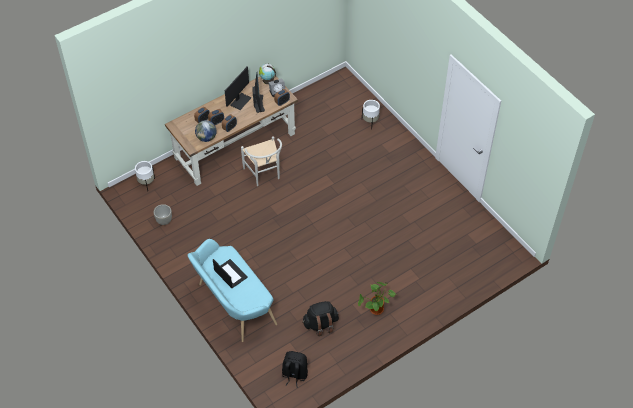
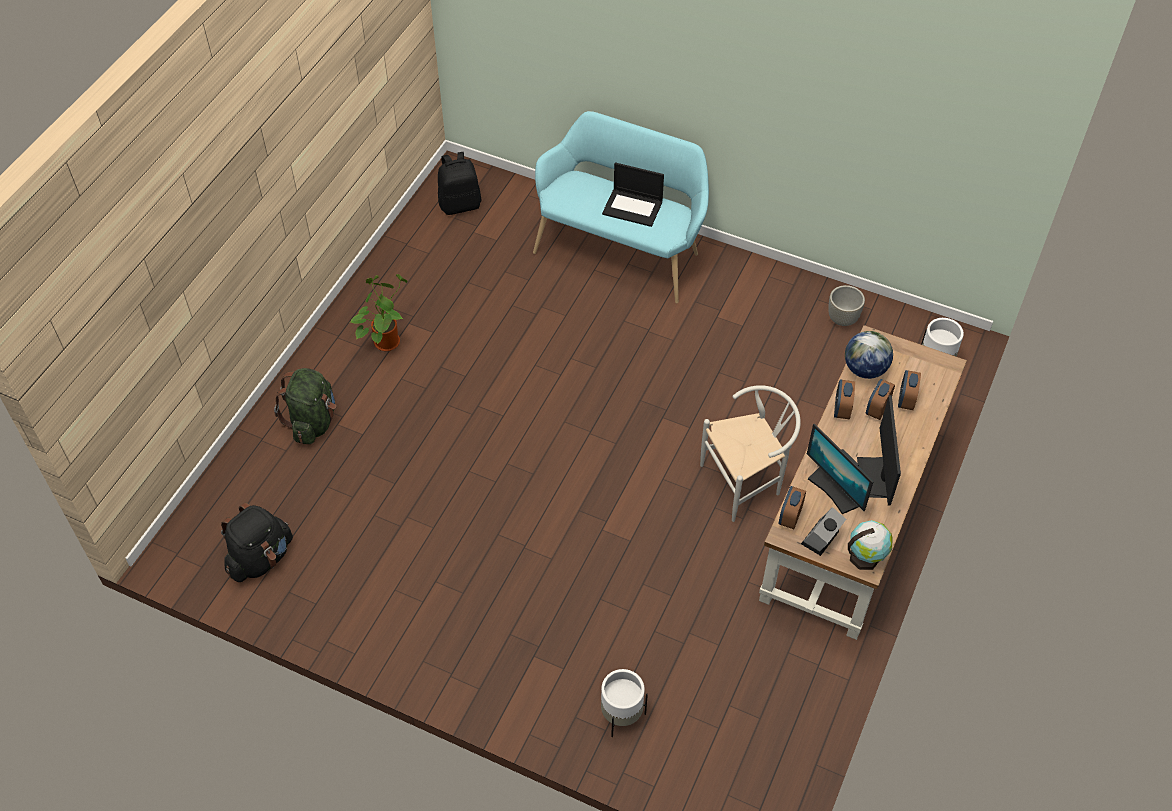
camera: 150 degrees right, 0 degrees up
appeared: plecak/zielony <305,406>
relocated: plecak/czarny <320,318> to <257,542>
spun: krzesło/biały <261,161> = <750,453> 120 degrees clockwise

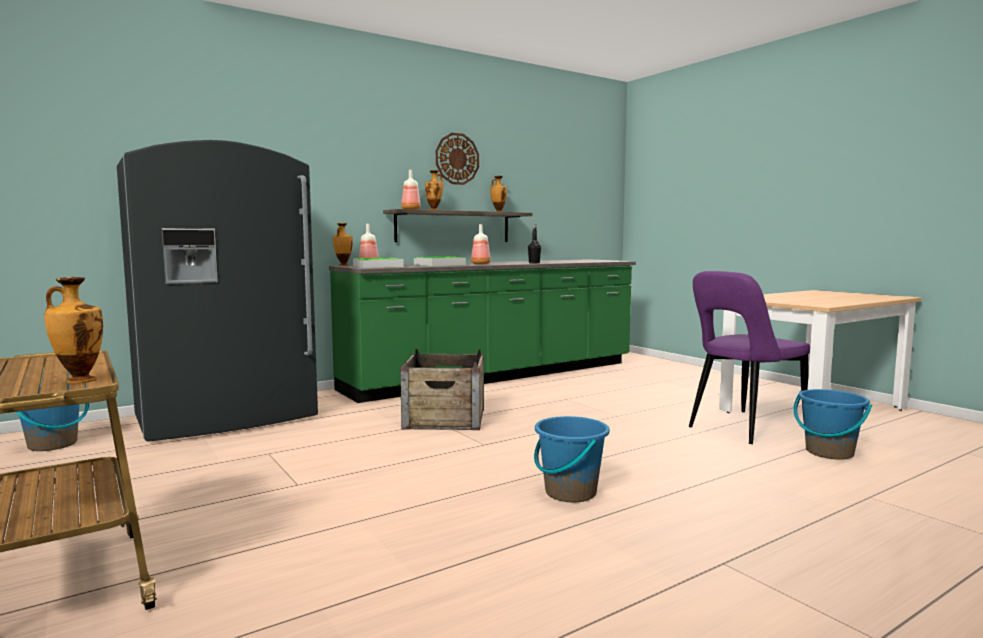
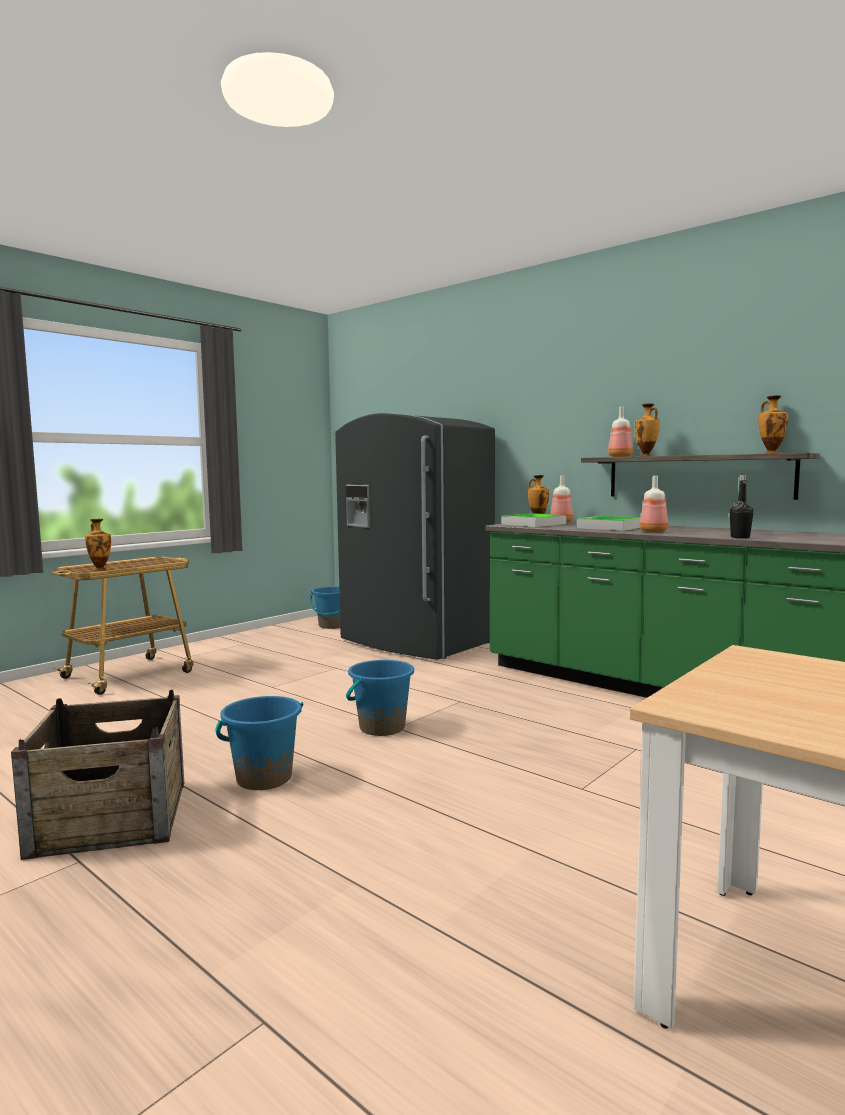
camera: 75 degrees right, 0 degrees up
missing: zegar ścienny <457,159>; krzesło/fioletowy <749,357>
relocated: skrzynka <442,389> to <97,775>; wiadro/niebieski <832,424> to <380,698>

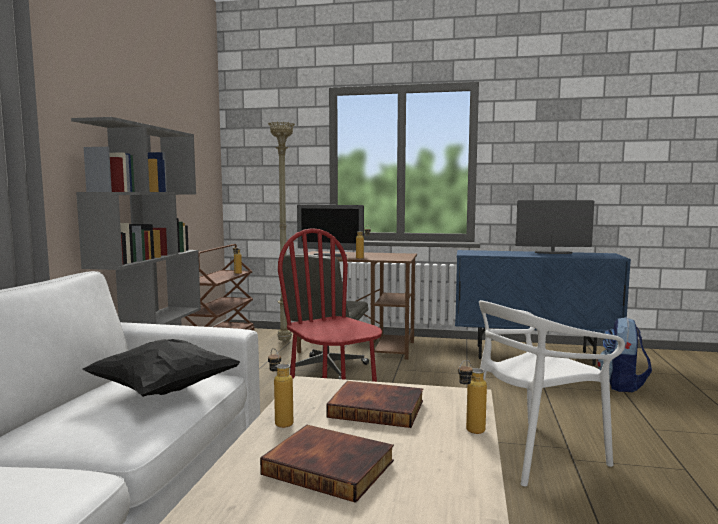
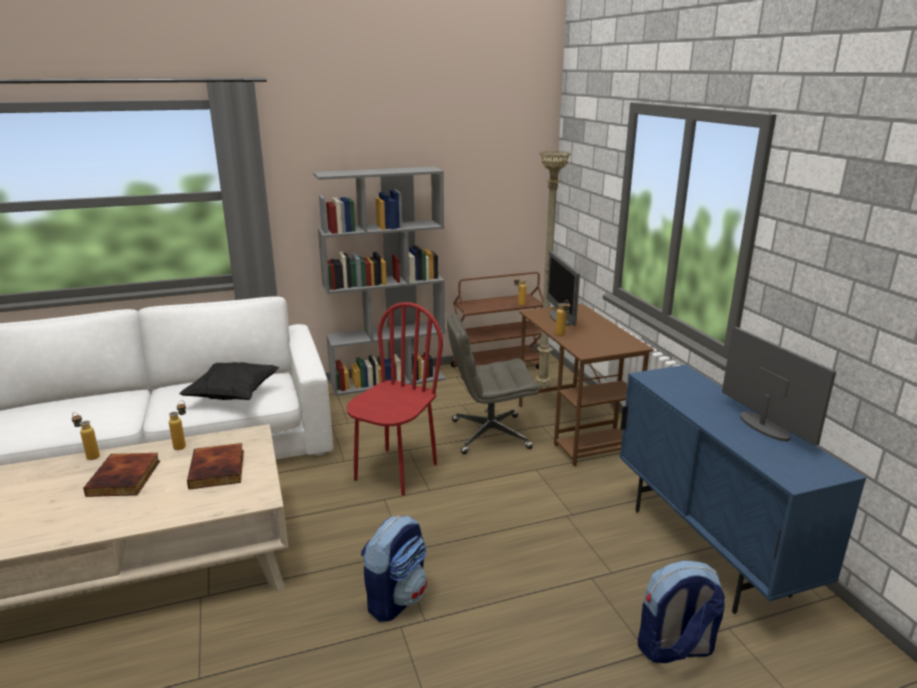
camera: 60 degrees right, 15 degrees up
relocated: butelka <472,397> to <85,436>
exchanged: krzesło/biały <552,393> to plecak <394,568>

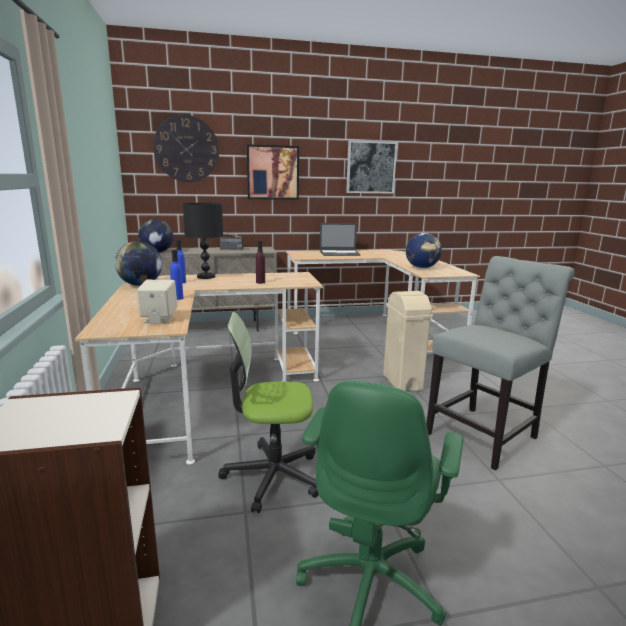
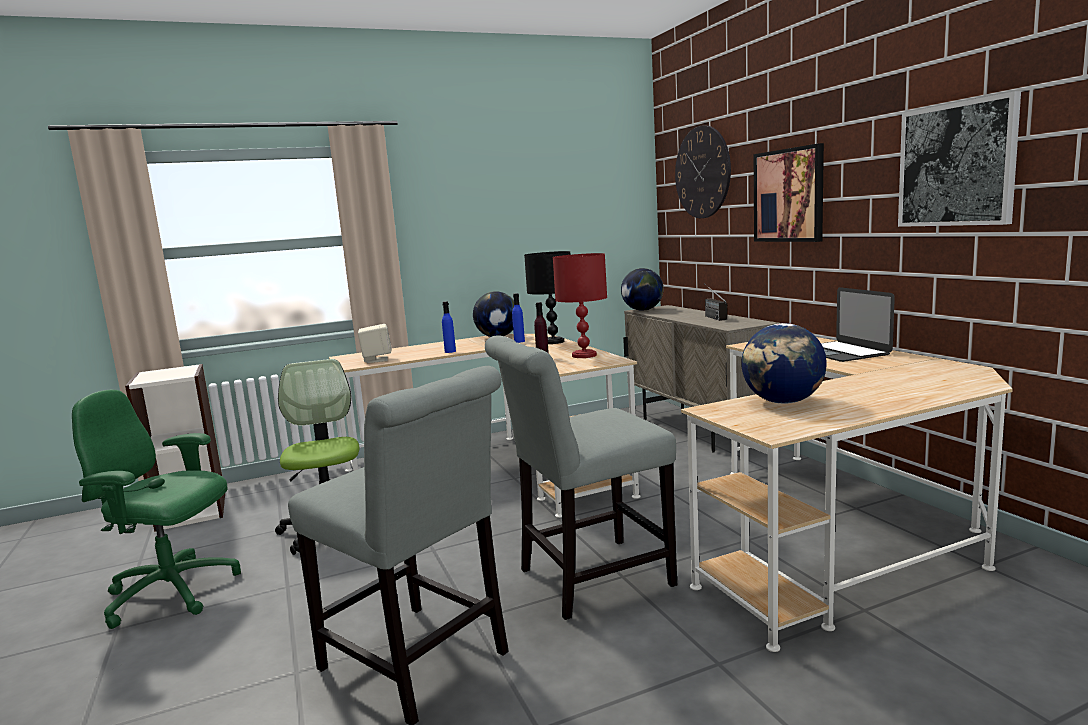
camera: 80 degrees right, 5 degrees down
appeared: lampa stołowa/czerwony <580,305>
exchanged: kosz na śmieci/beżowy <408,341> to krzesło/szary <581,477>

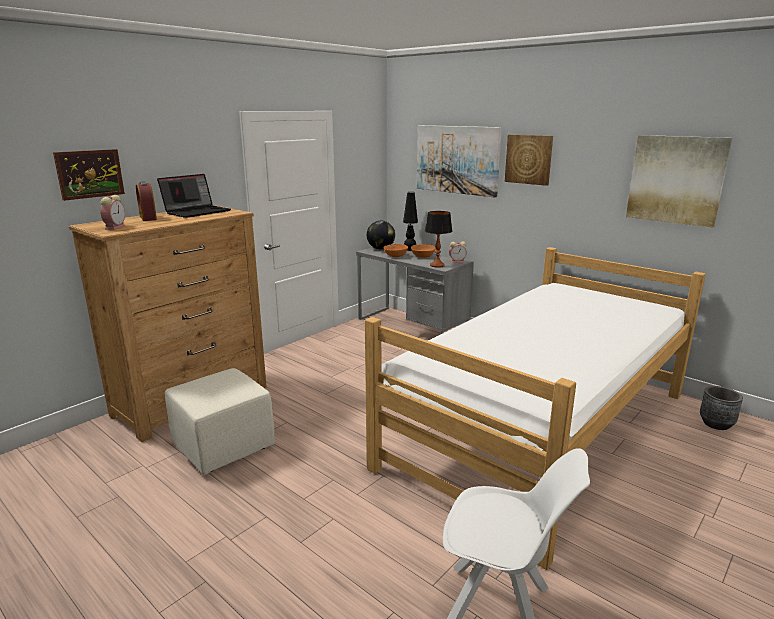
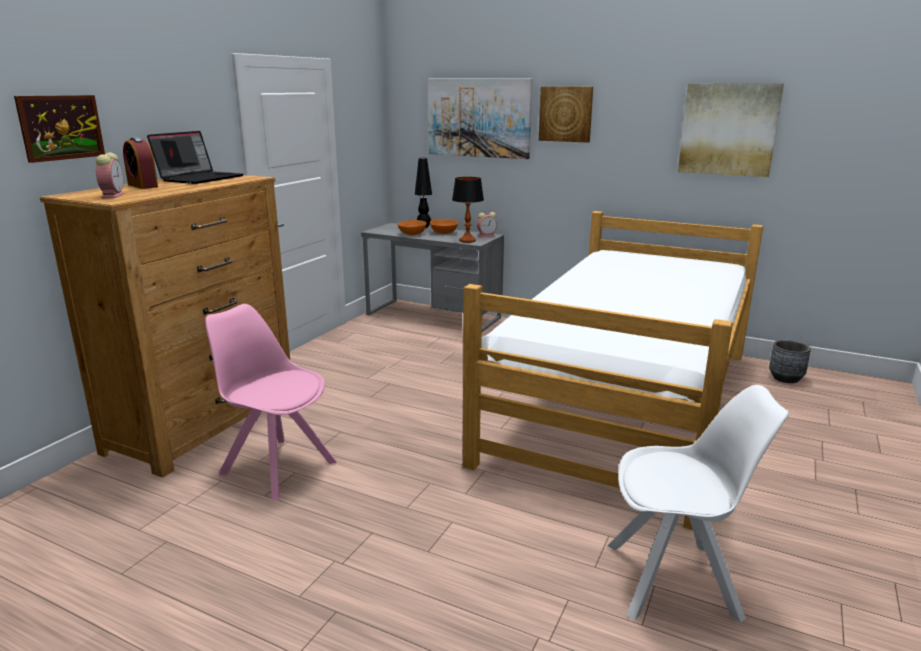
camera: 15 degrees left, 0 degrees up
missing: globus <381,235>
exchanged: pufa/beżowy <220,421> to krzesło/różowy <271,402>

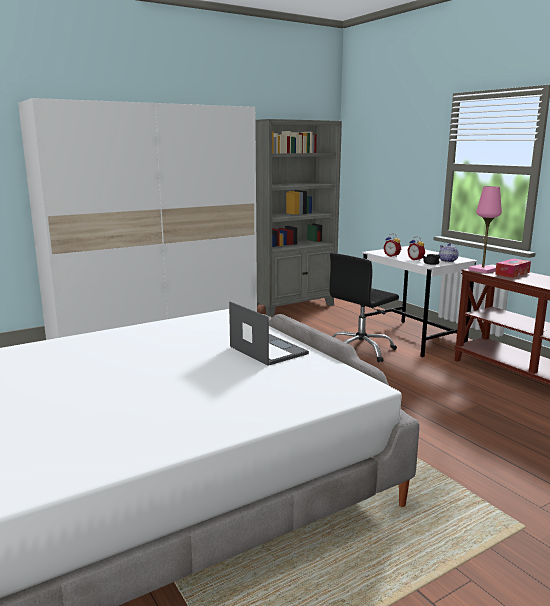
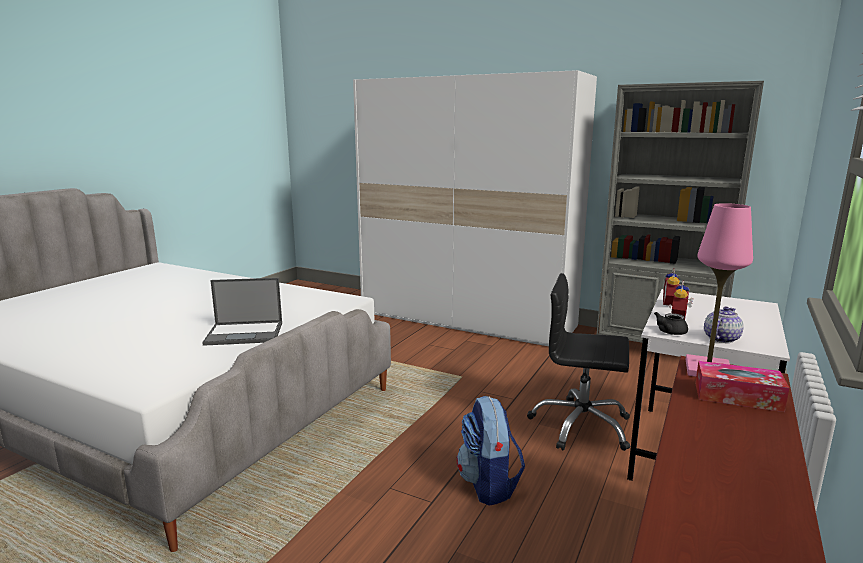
camera: 60 degrees right, 0 degrees up
appeared: plecak <490,451>
spun: laptop <269,333> = <242,312> 60 degrees clockwise

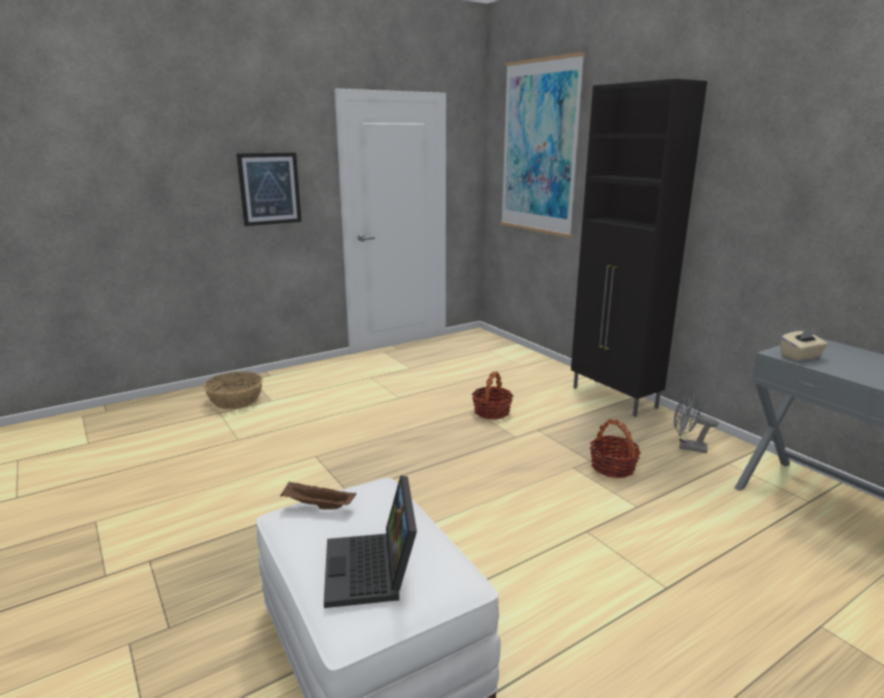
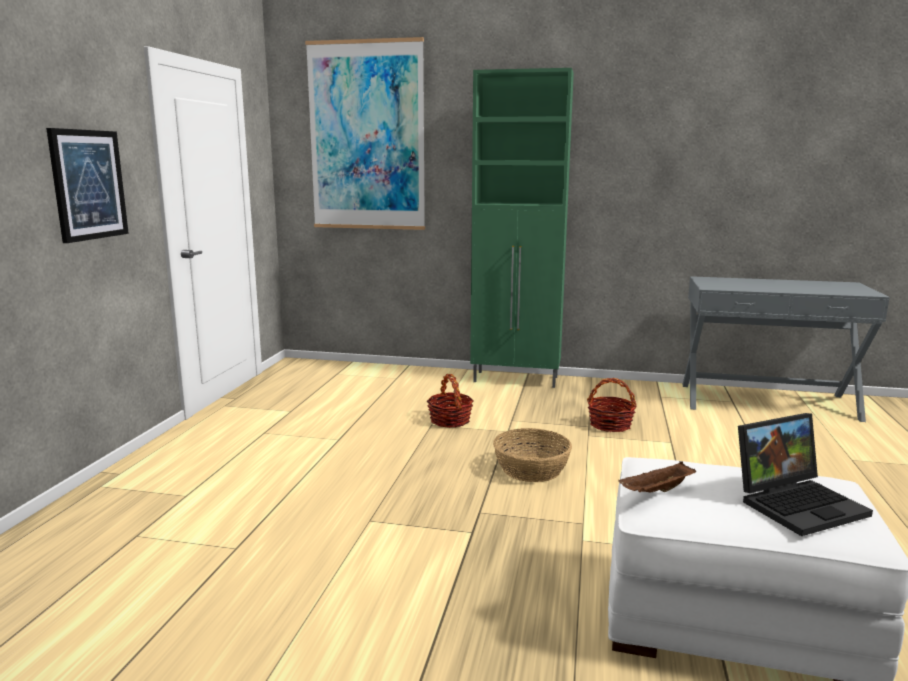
camera: 45 degrees left, 5 degrees down
missing: wentylator/szary <696,423>; pudełko chusteczek/beżowy <804,345>
relocated: koszyk <233,390> to <532,455>
colour: szafka/czarny <639,248> to szafka/zielony <522,228>
spun: laptop <370,541> = <805,474> 60 degrees counterclockwise

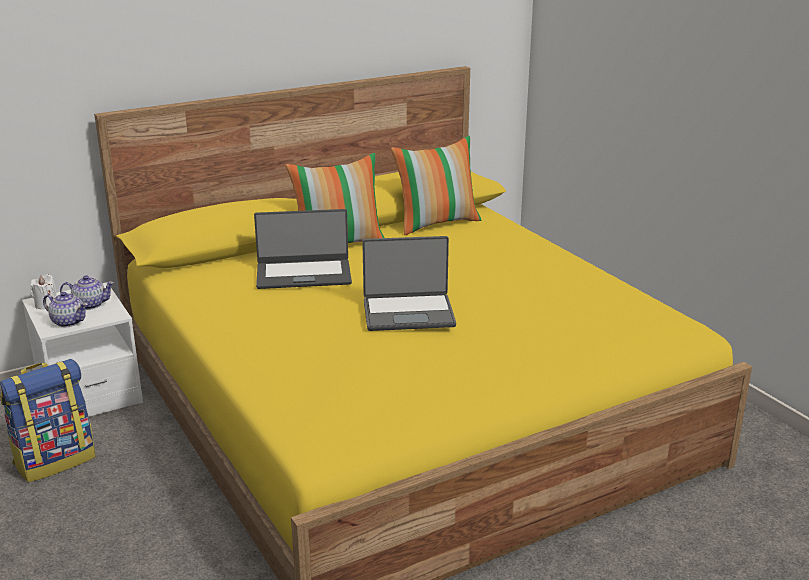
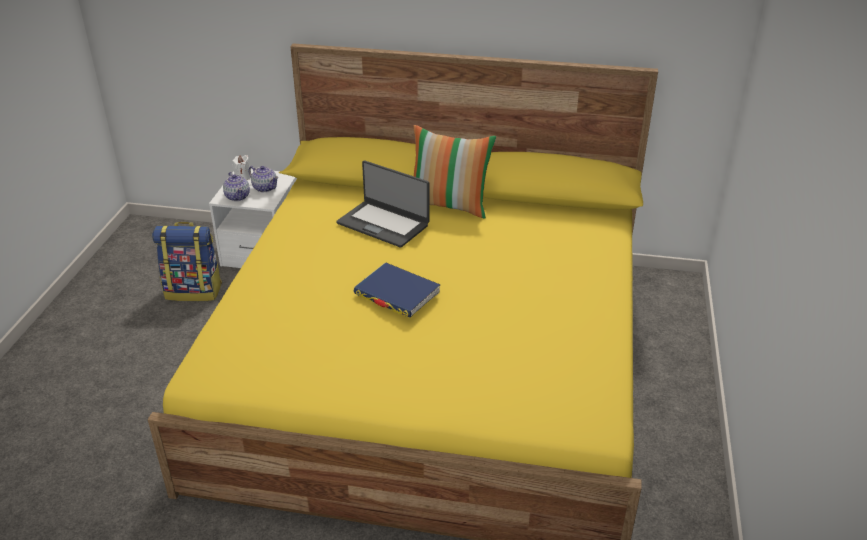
camera: 40 degrees right, 10 degrees up
missing: poduszka <436,185>
exchanged: laptop <409,283> to książka/niebieski <397,290>

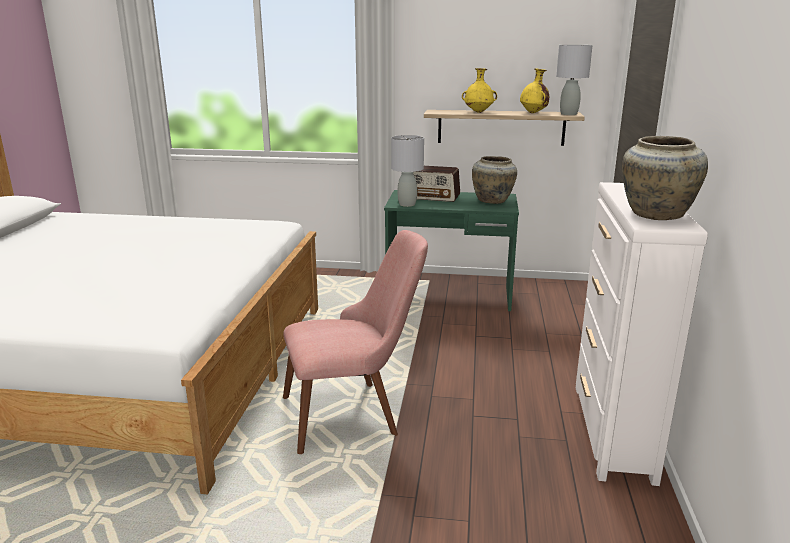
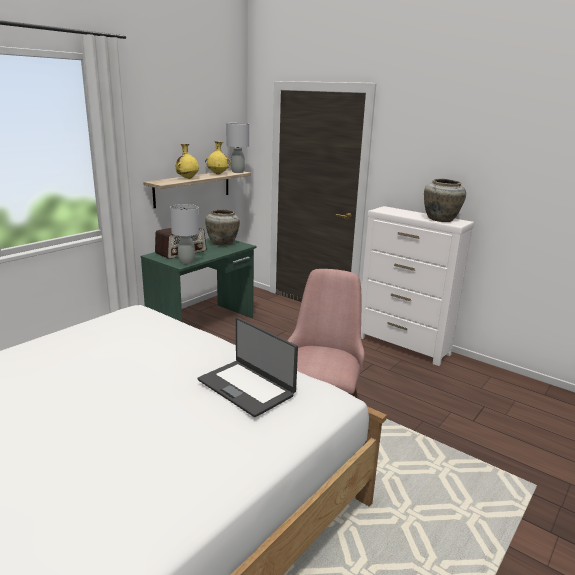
camera: 60 degrees left, 0 degrees up
appeared: laptop <248,367>

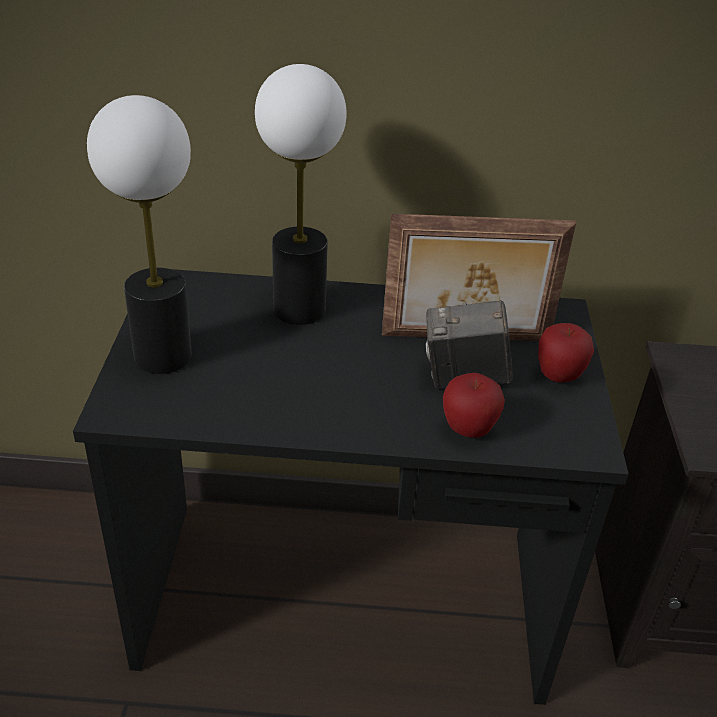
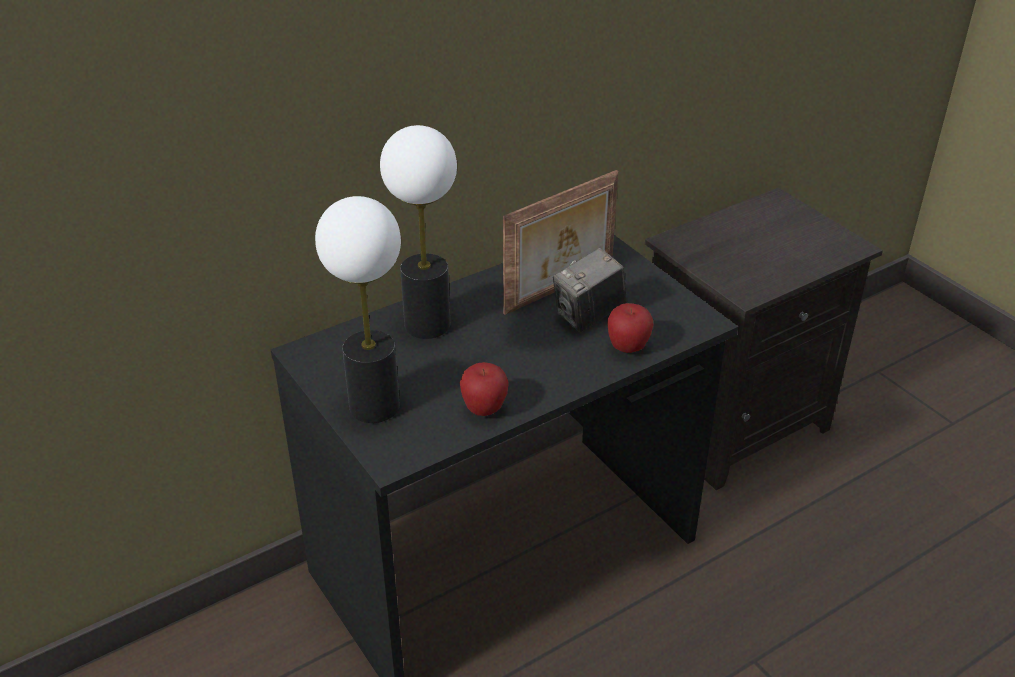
camera: 35 degrees left, 0 degrees up
relocated: jabłko <566,352> to <484,389>

